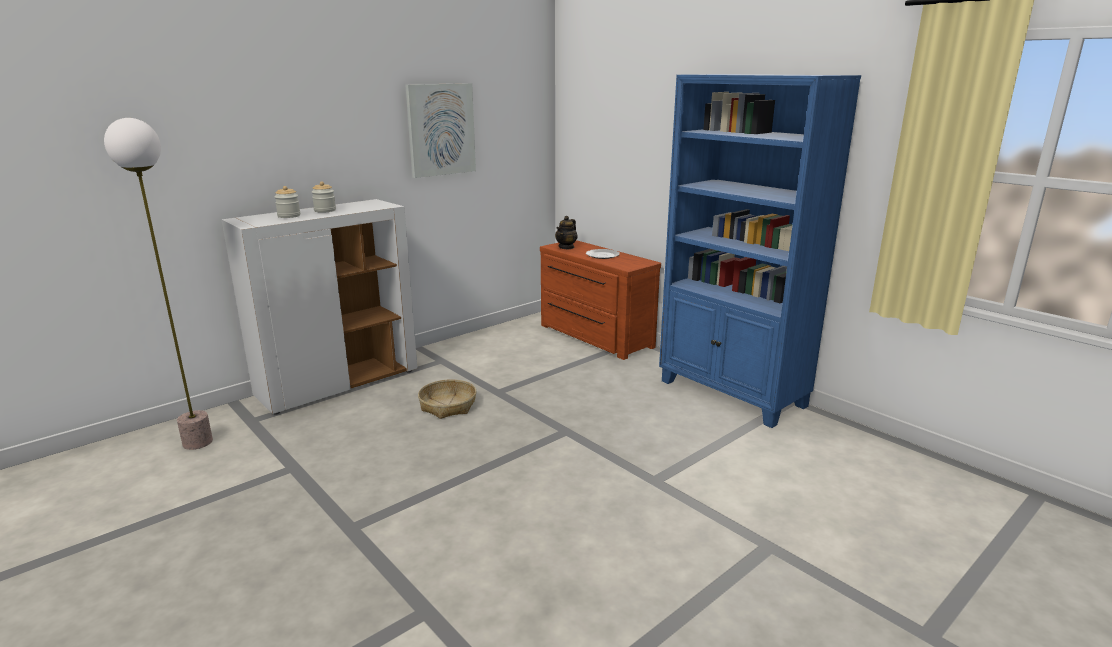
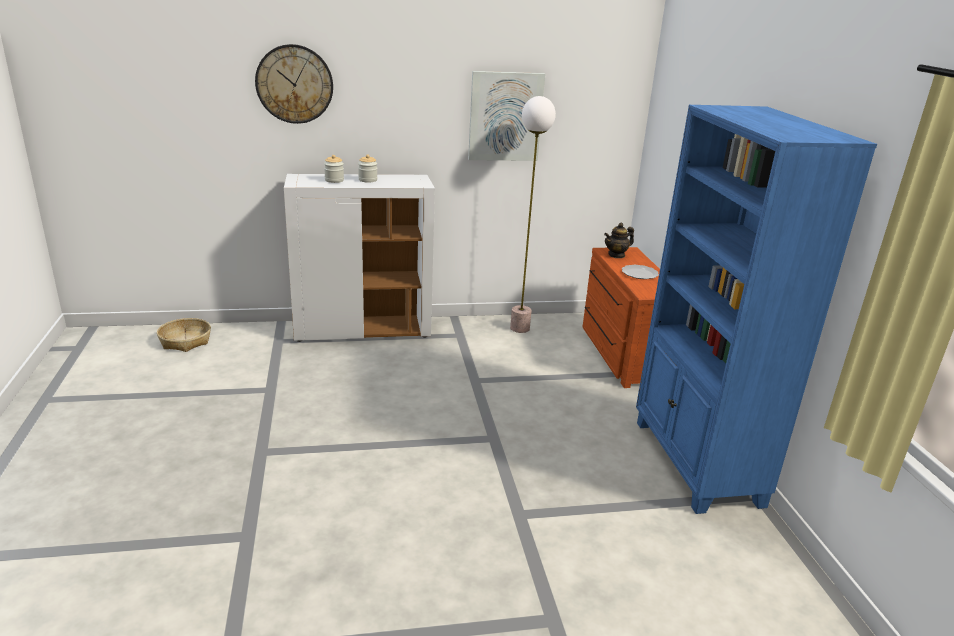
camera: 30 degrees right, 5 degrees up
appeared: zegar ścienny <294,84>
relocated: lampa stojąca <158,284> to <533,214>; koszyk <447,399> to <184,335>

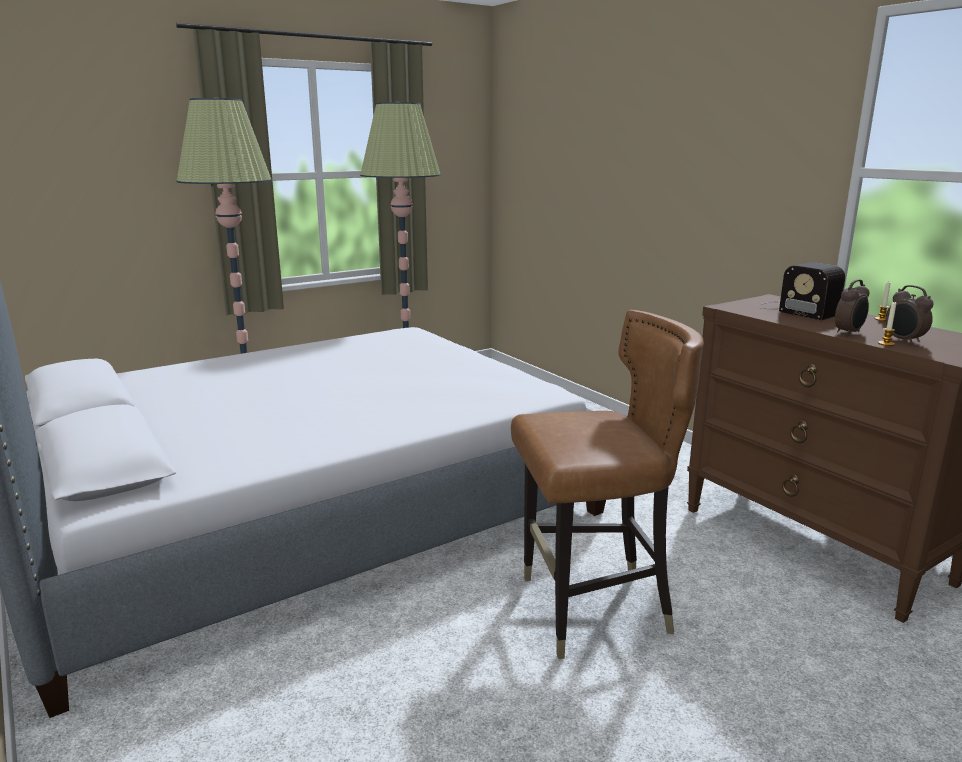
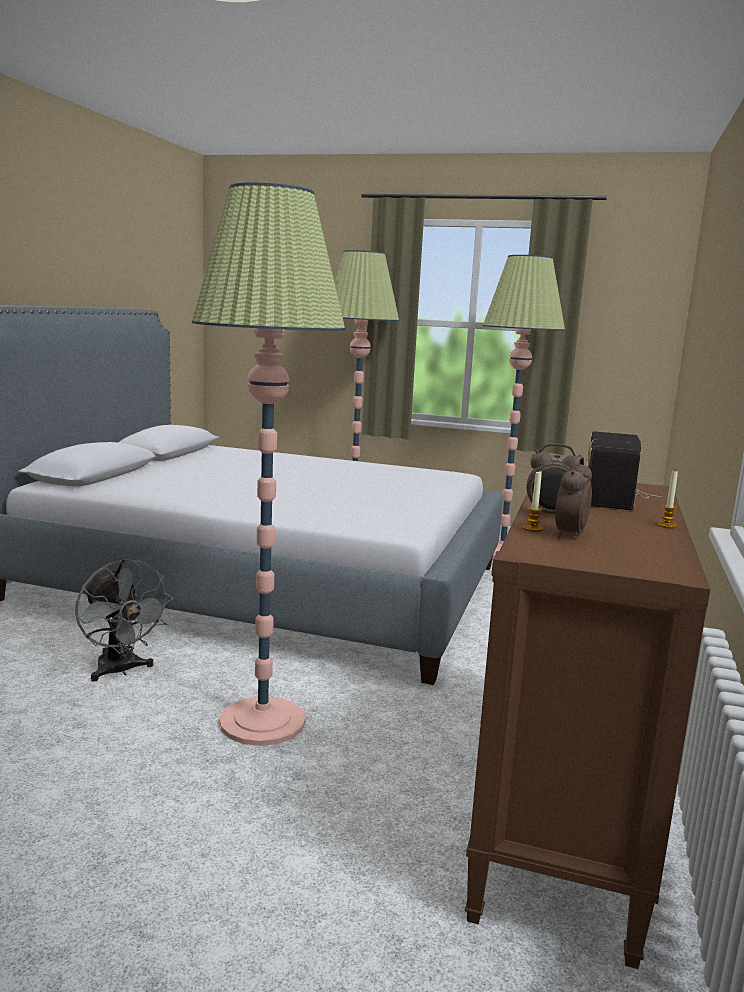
camera: 50 degrees right, 5 degrees down
appeared: wentylator/szary <124,620>
exchanged: krzesło/brązowy <607,484> to lampa stojąca <268,464>

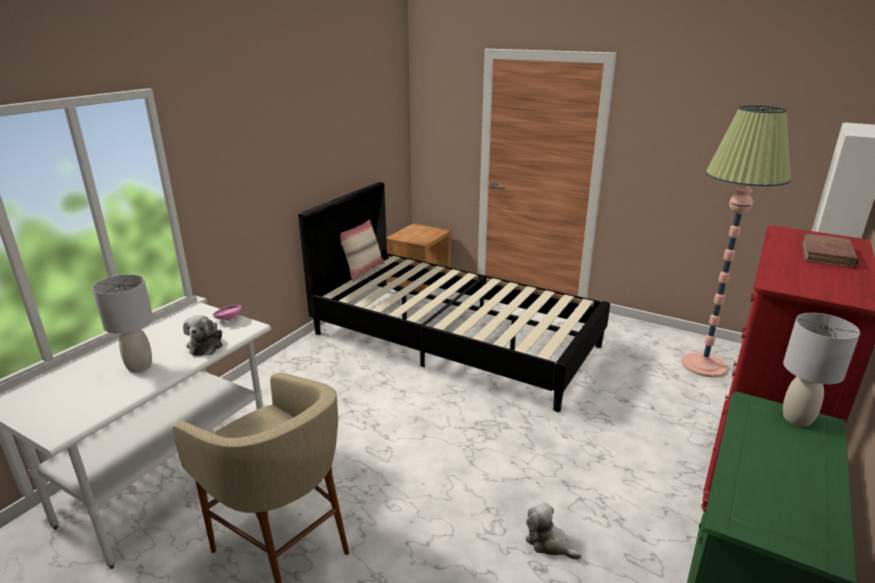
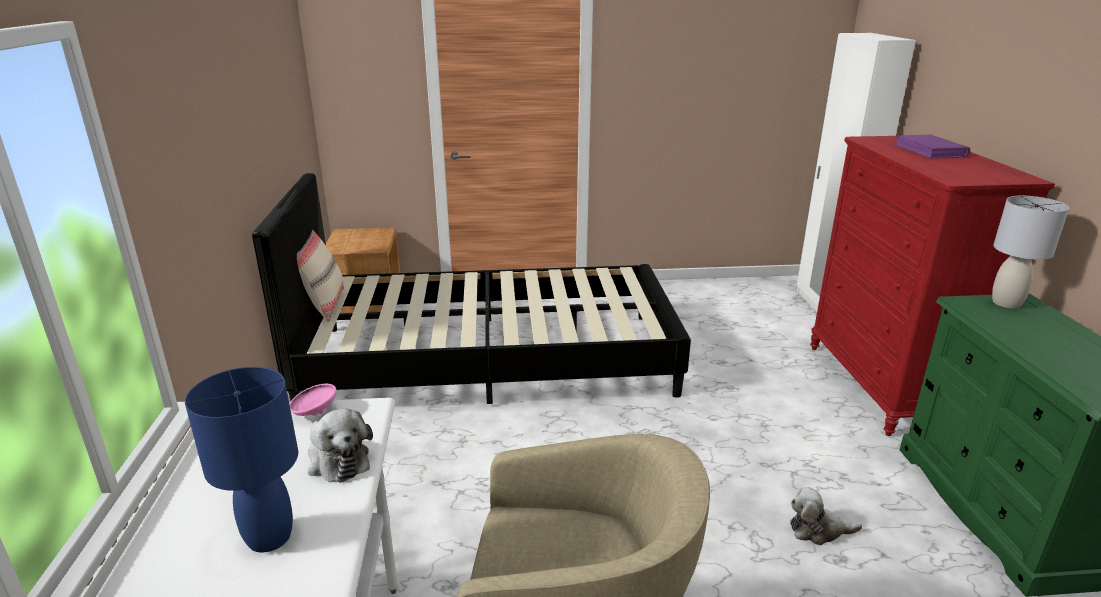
camera: 35 degrees left, 0 degrees up
missing: lampa stojąca <736,241>
colour: lampa stołowa/szary <122,323> to lampa stołowa/niebieski <241,460>; książka/brązowy <830,250> to książka/fioletowy <932,147>

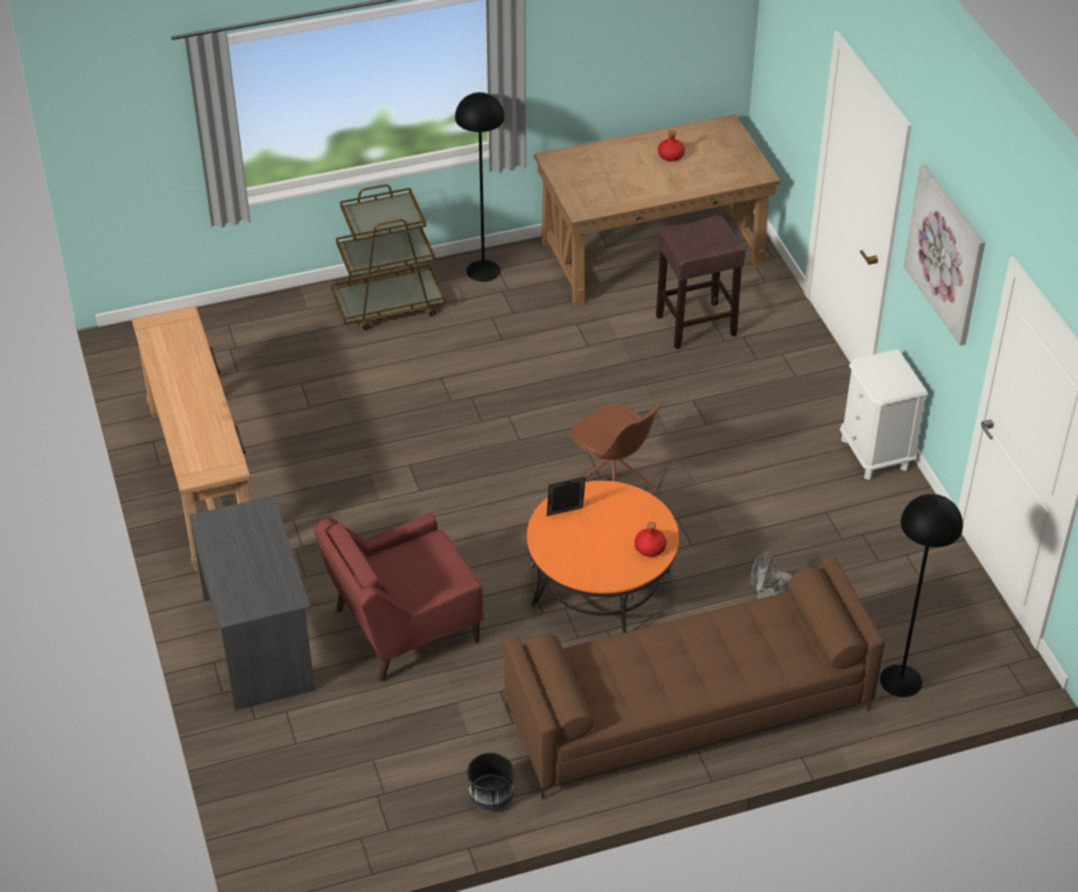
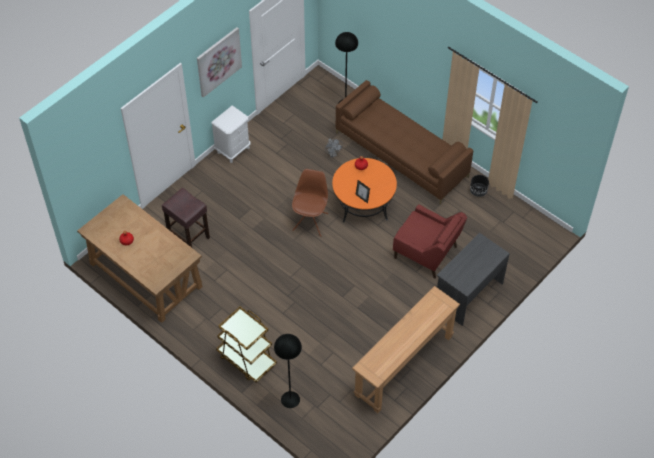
camera: 120 degrees left, 10 degrees up
relocated: lampa stojąca/czarny <480,187> to <288,371>

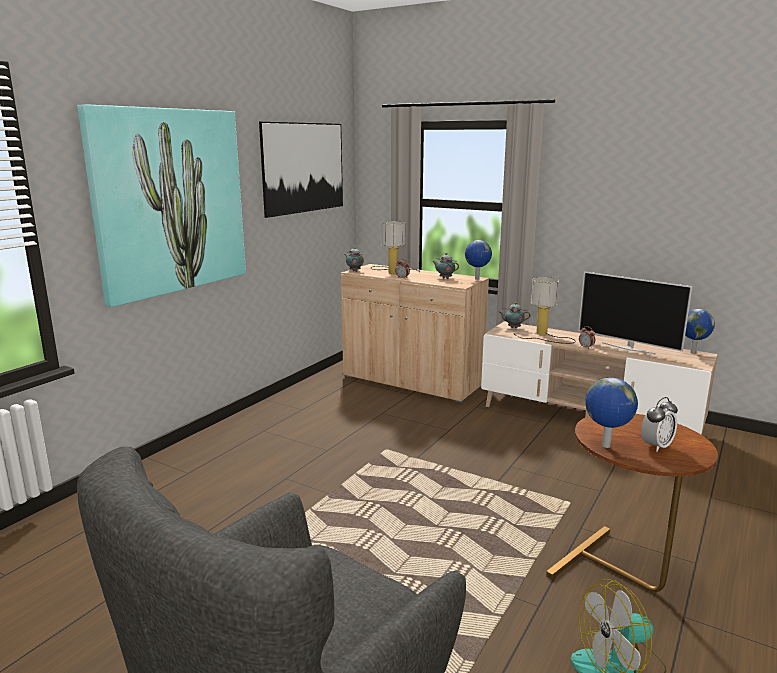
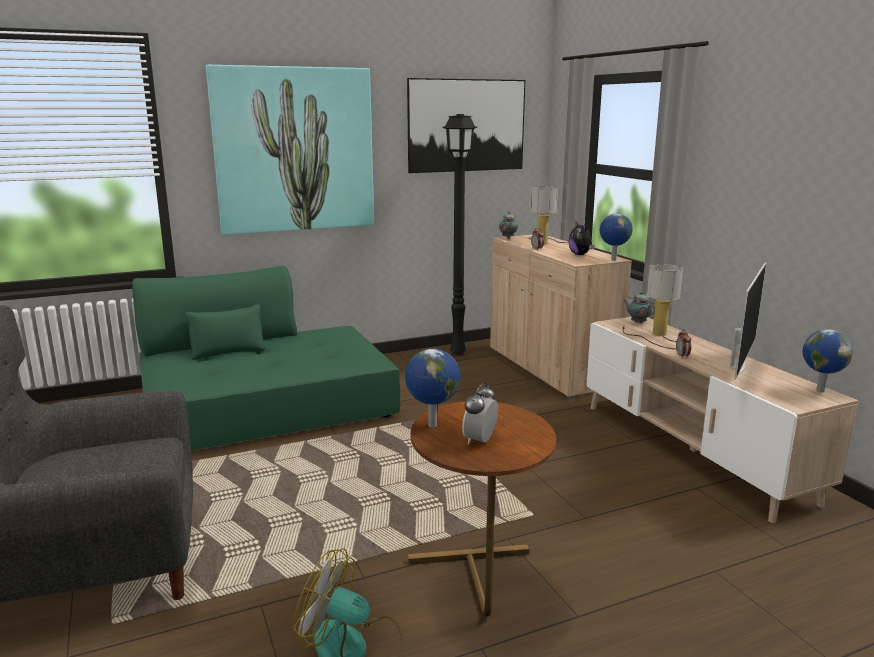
camera: 35 degrees right, 0 degrees up
appeared: kanapa/zielony <266,358>; lampa stojąca/czarny <460,235>
exchanged: imbryk <445,266> to pluszak <581,238>
spun: telewizor <635,312> = <748,321> 135 degrees counterclockwise; budzik <659,424> = <480,413> 120 degrees clockwise

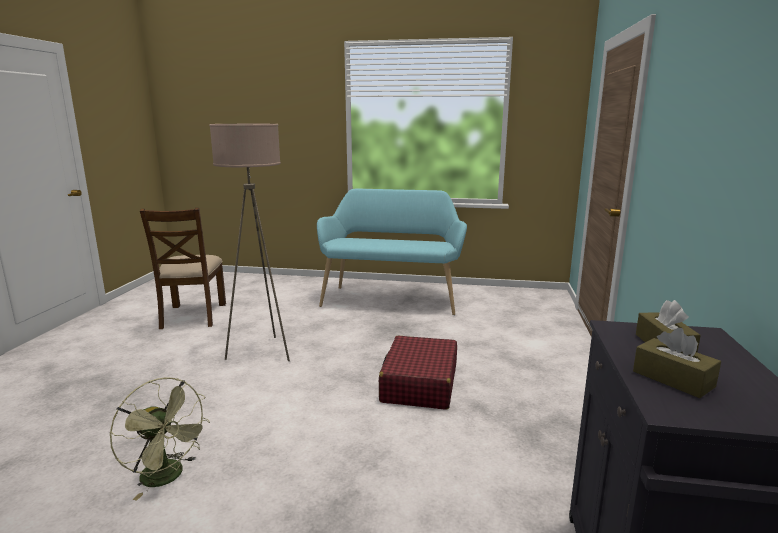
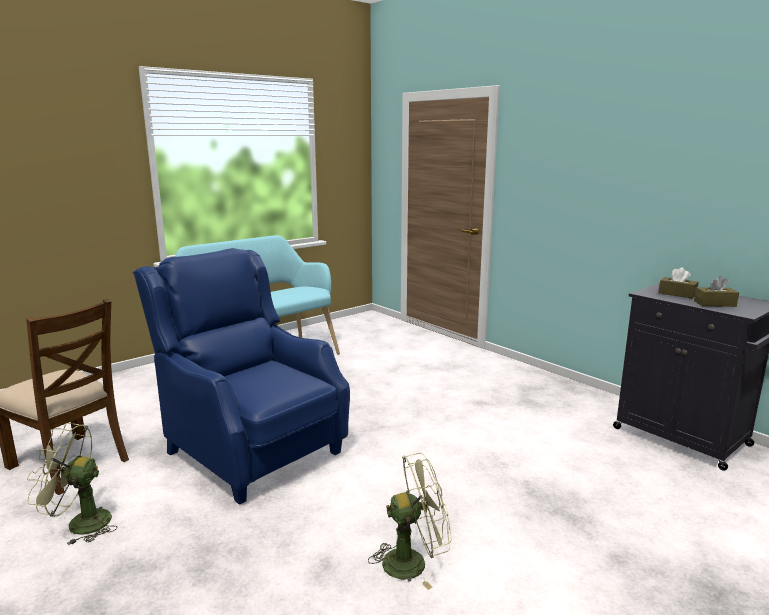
camera: 50 degrees left, 0 degrees up
missing: walizka/czerwony <418,373>
appeared: wentylator/zielony <72,484>
exchanged: lampa stojąca/beżowy <249,242> to fotel/niebieski <241,376>

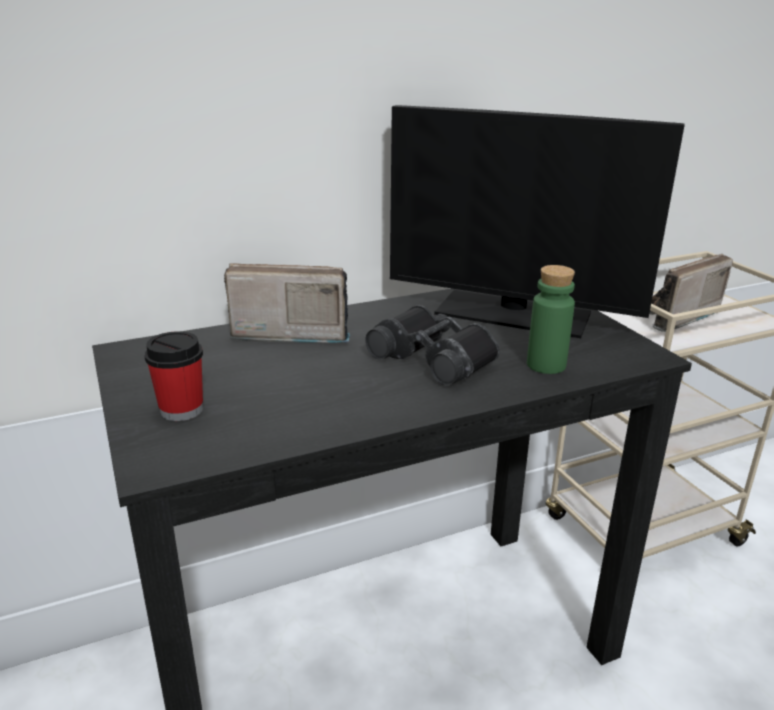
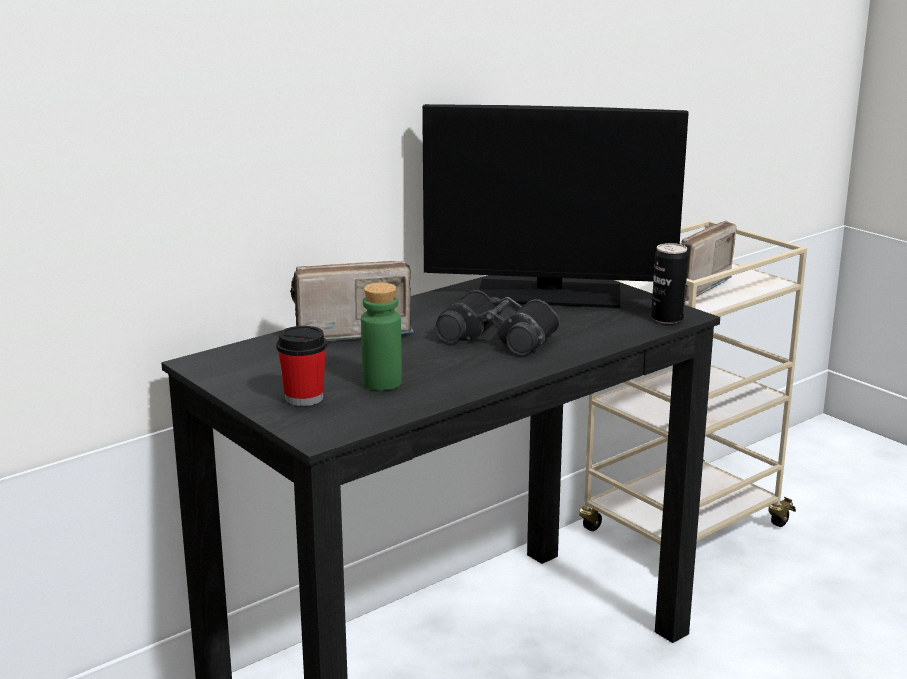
camera: 15 degrees left, 5 degrees down
appeared: puszka <669,283>
relocated: butelka/zielony <551,319> to <381,336>

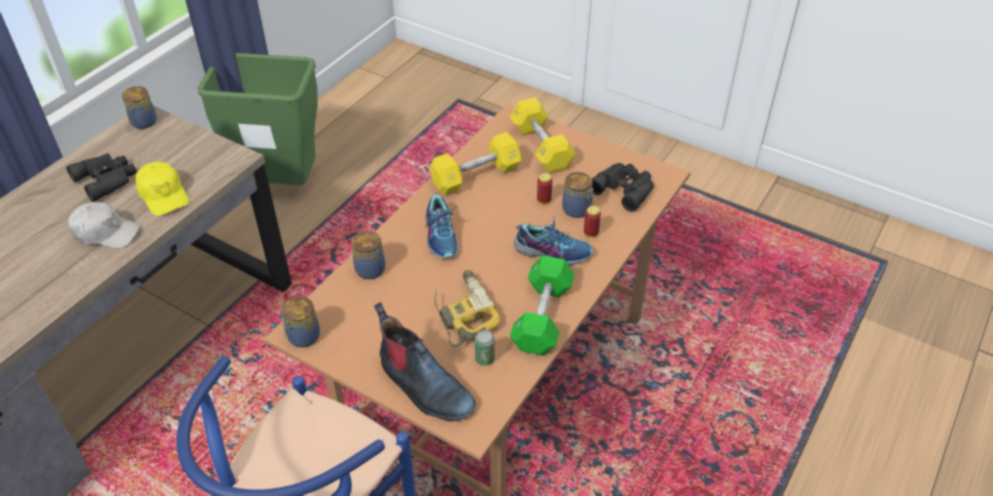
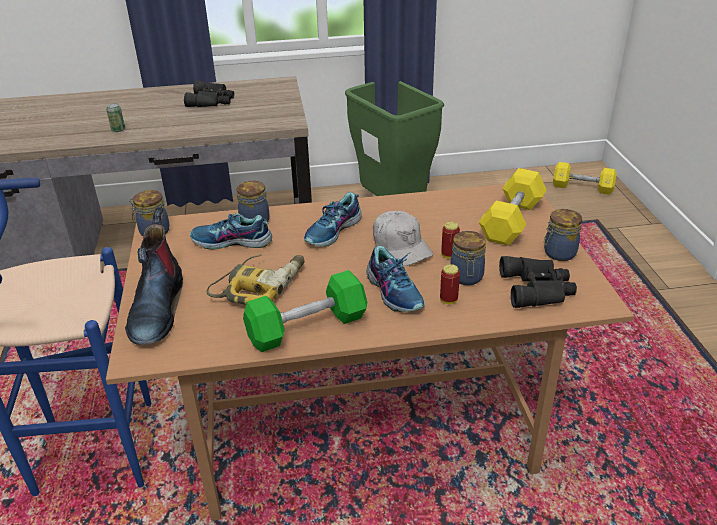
camera: 50 degrees right, 10 degrees down
missing: czapka z daszkiem/żółty <162,189>
appeared: but <231,231>
relocated: czapka z daszkiem/biały <104,225> to <403,238>; słoik <139,107> to <563,235>; hantel/żółty <475,163> to <585,178>; puszka <485,348> to <115,117>

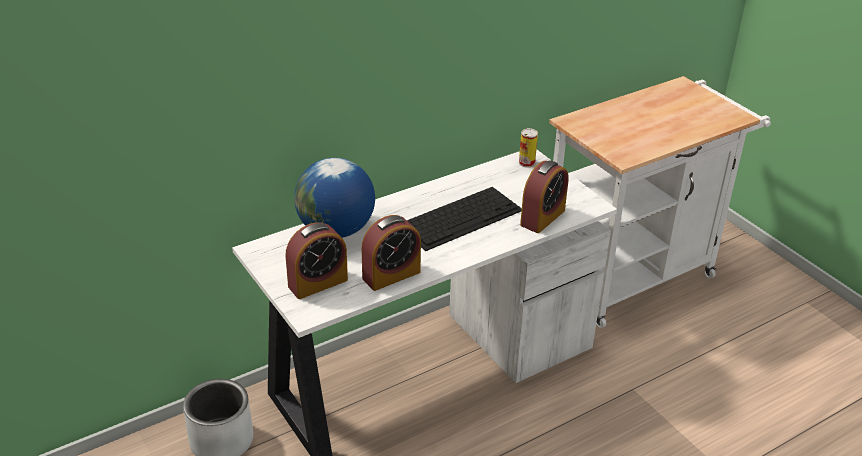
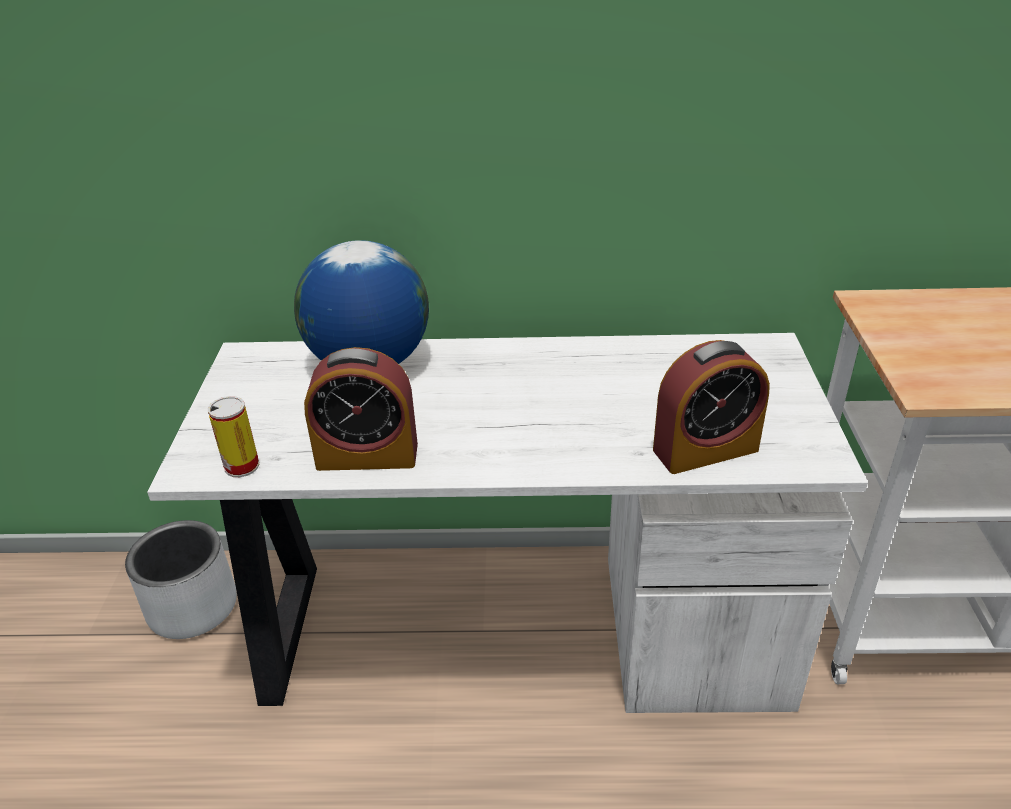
camera: 35 degrees right, 0 degrees up
missing: budzik <316,260>; klawiatura <464,219>
relocated: puszka <528,148> to <233,436>

